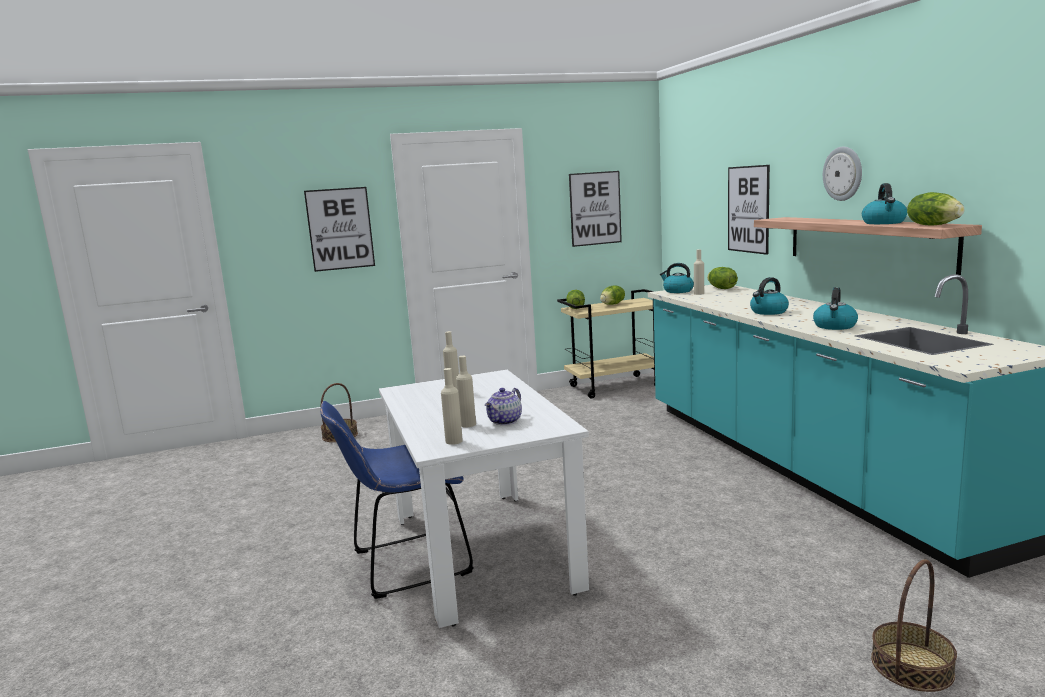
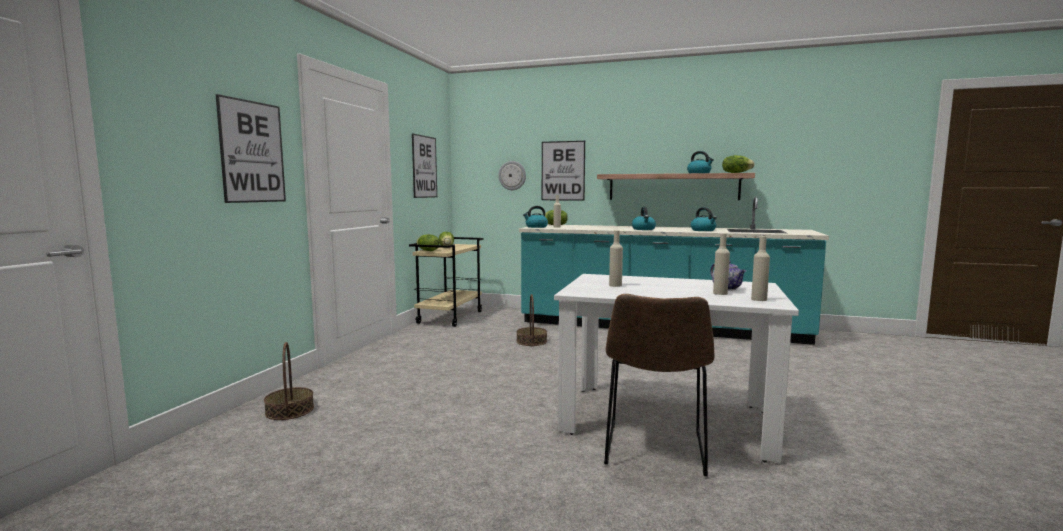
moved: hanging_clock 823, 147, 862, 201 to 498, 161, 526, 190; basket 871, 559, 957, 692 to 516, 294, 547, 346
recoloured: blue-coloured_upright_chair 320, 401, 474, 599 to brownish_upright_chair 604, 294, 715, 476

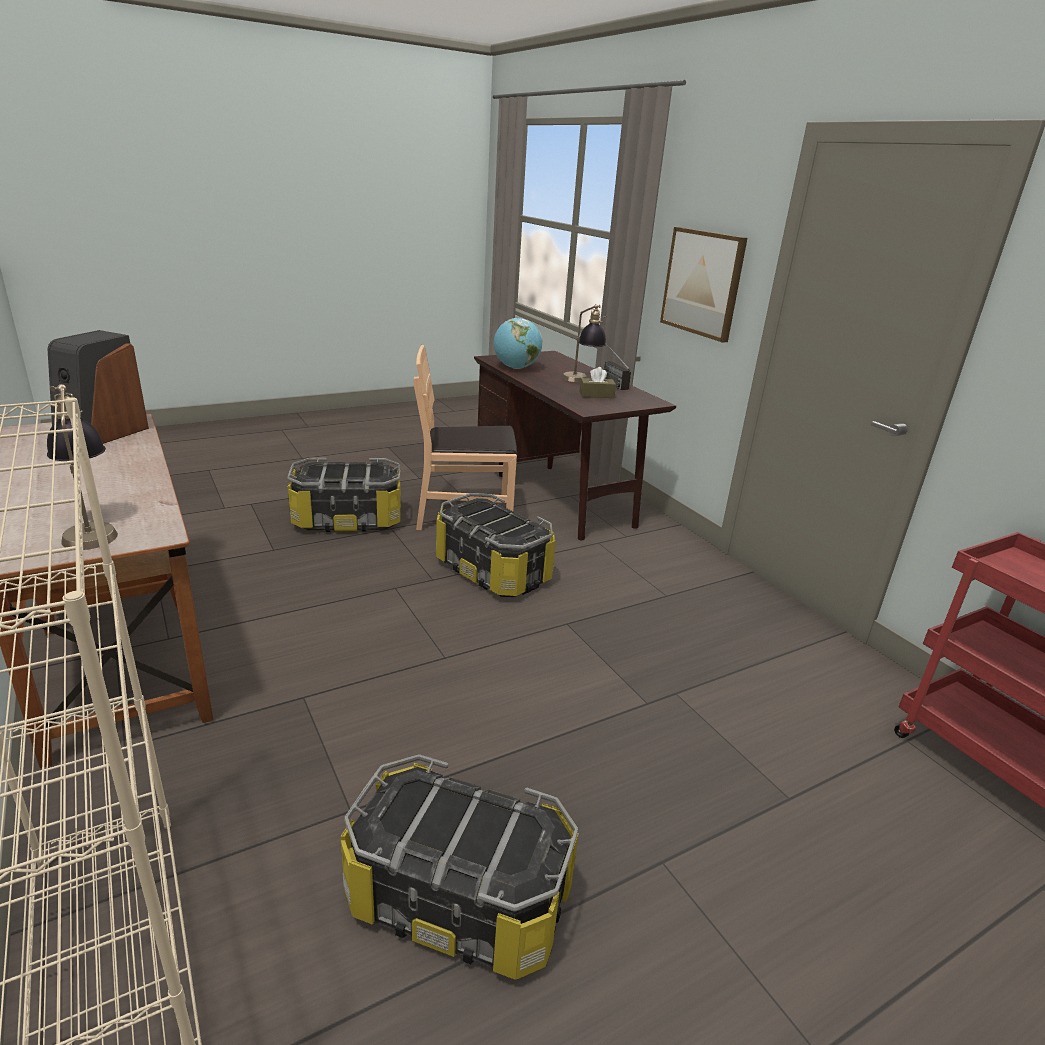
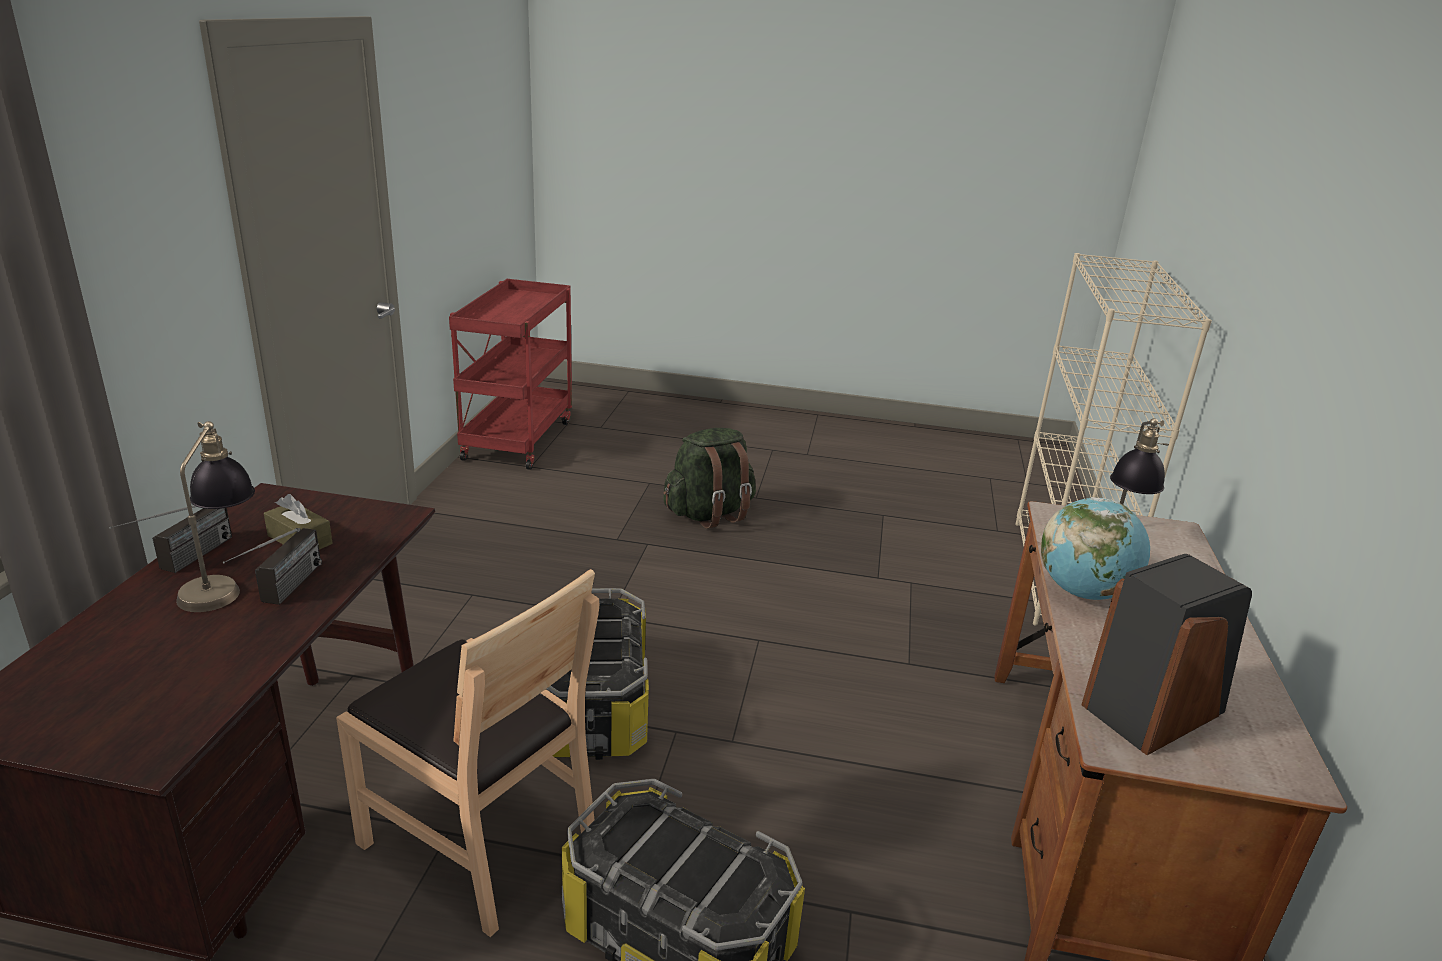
removed: wall_art 660, 227, 747, 343; storage_container 340, 755, 579, 980
added: green_rucksack 663, 428, 756, 529; radio_set 223, 528, 322, 605
moved: desk_globe 494, 318, 542, 369 to 1041, 497, 1150, 600

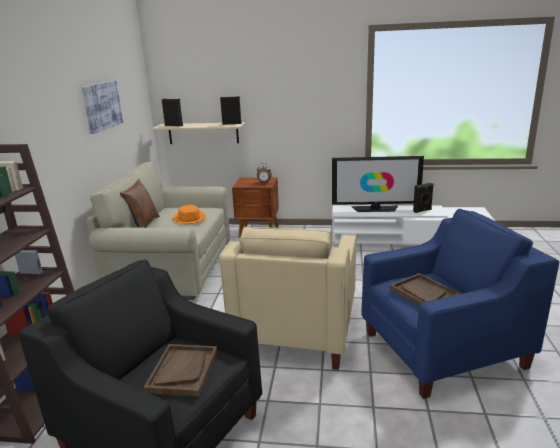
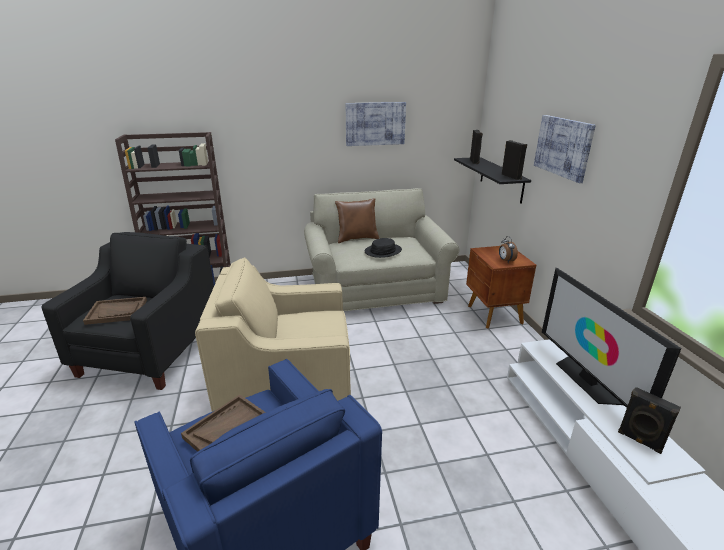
added: wall_art 534, 115, 596, 183
recoloured: beige_shelf 151, 122, 245, 144 to blackish_shelf 454, 157, 531, 204; orange_wearable_hat 173, 205, 206, 224 to blackish_wearable_hat 365, 238, 402, 258

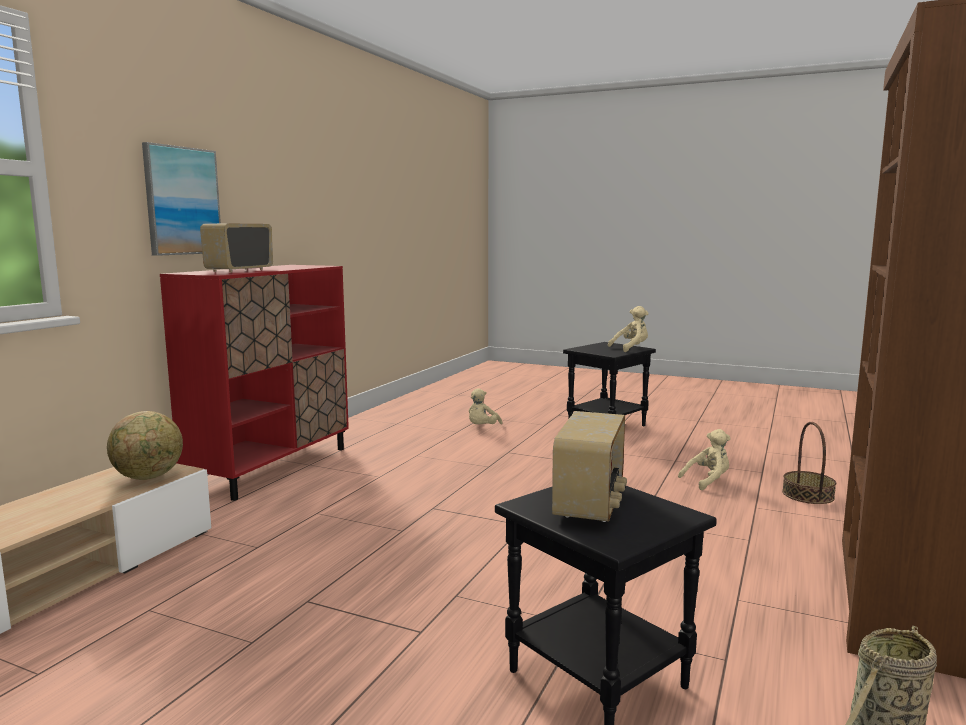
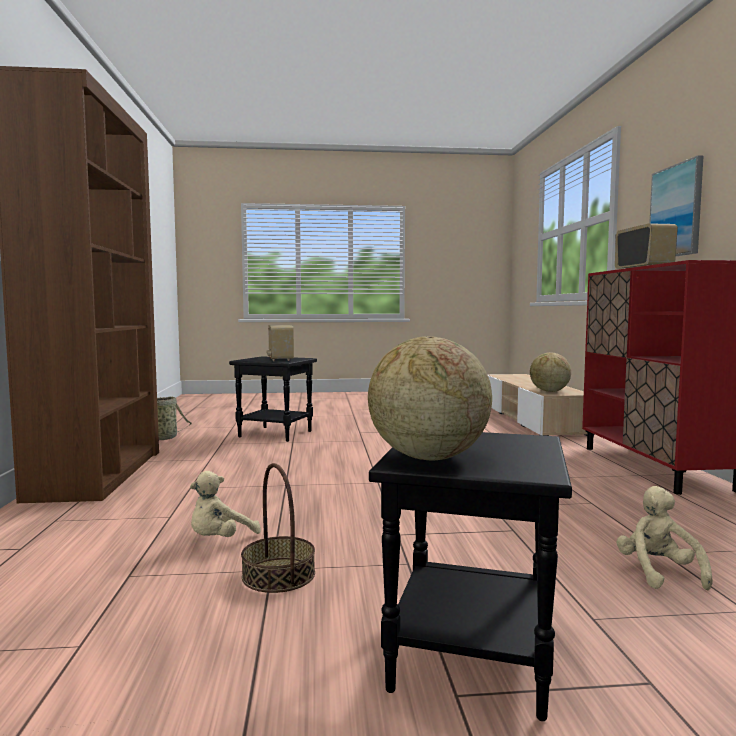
moved: basket 782, 422, 836, 504 to 241, 463, 315, 593
replaced: beige_soft_toy 608, 306, 649, 352 to desk_globe 368, 336, 492, 460

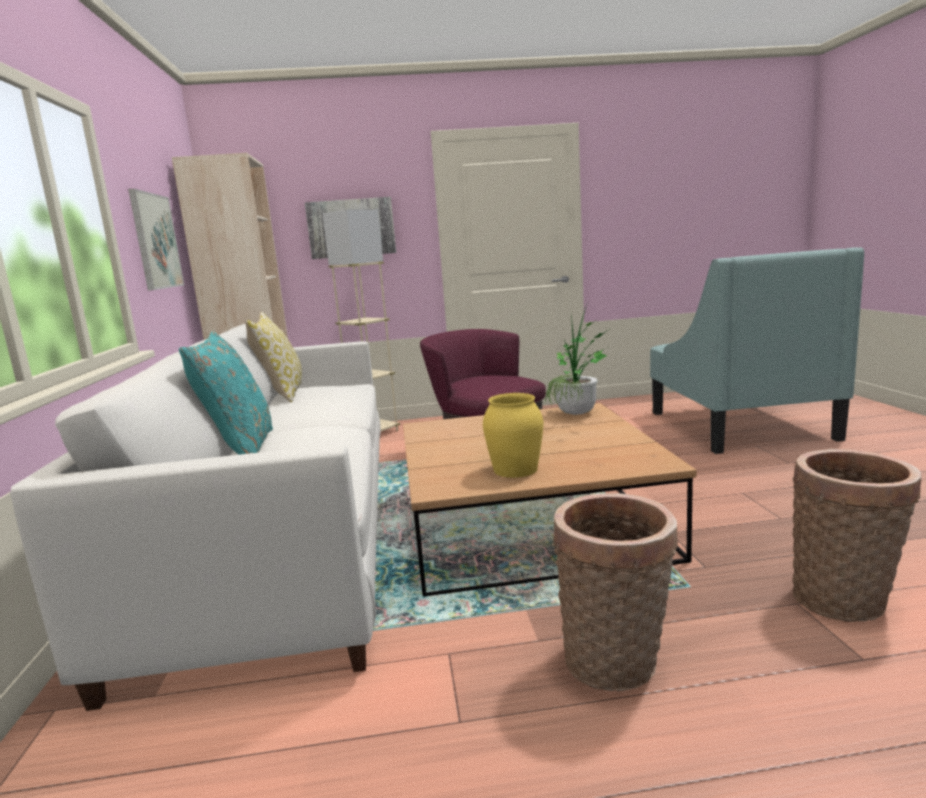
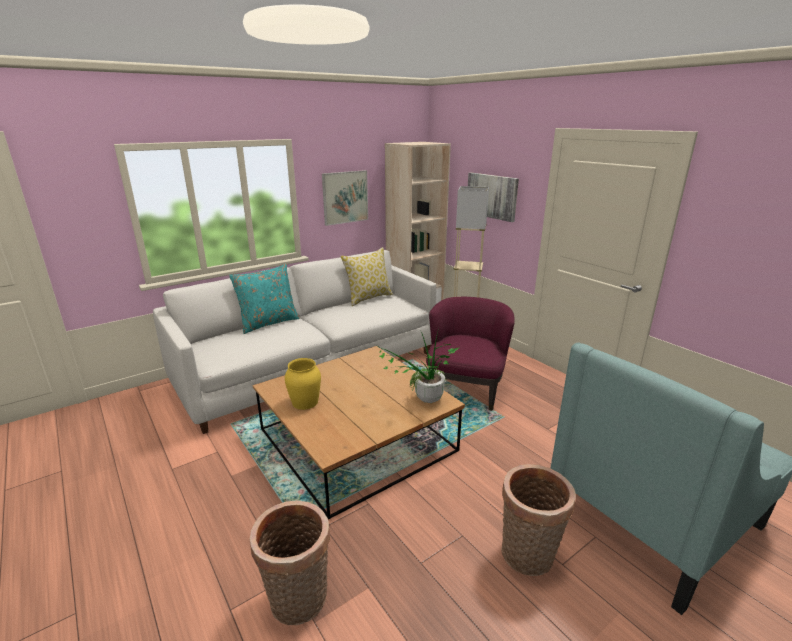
moved: basket 553, 494, 678, 691 to 501, 464, 576, 576

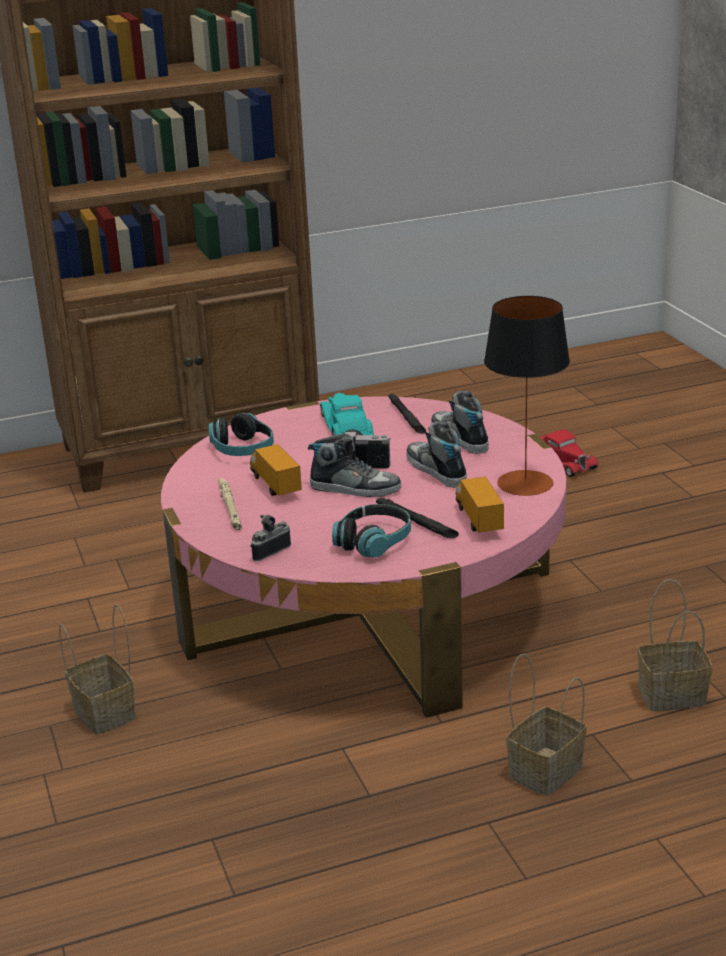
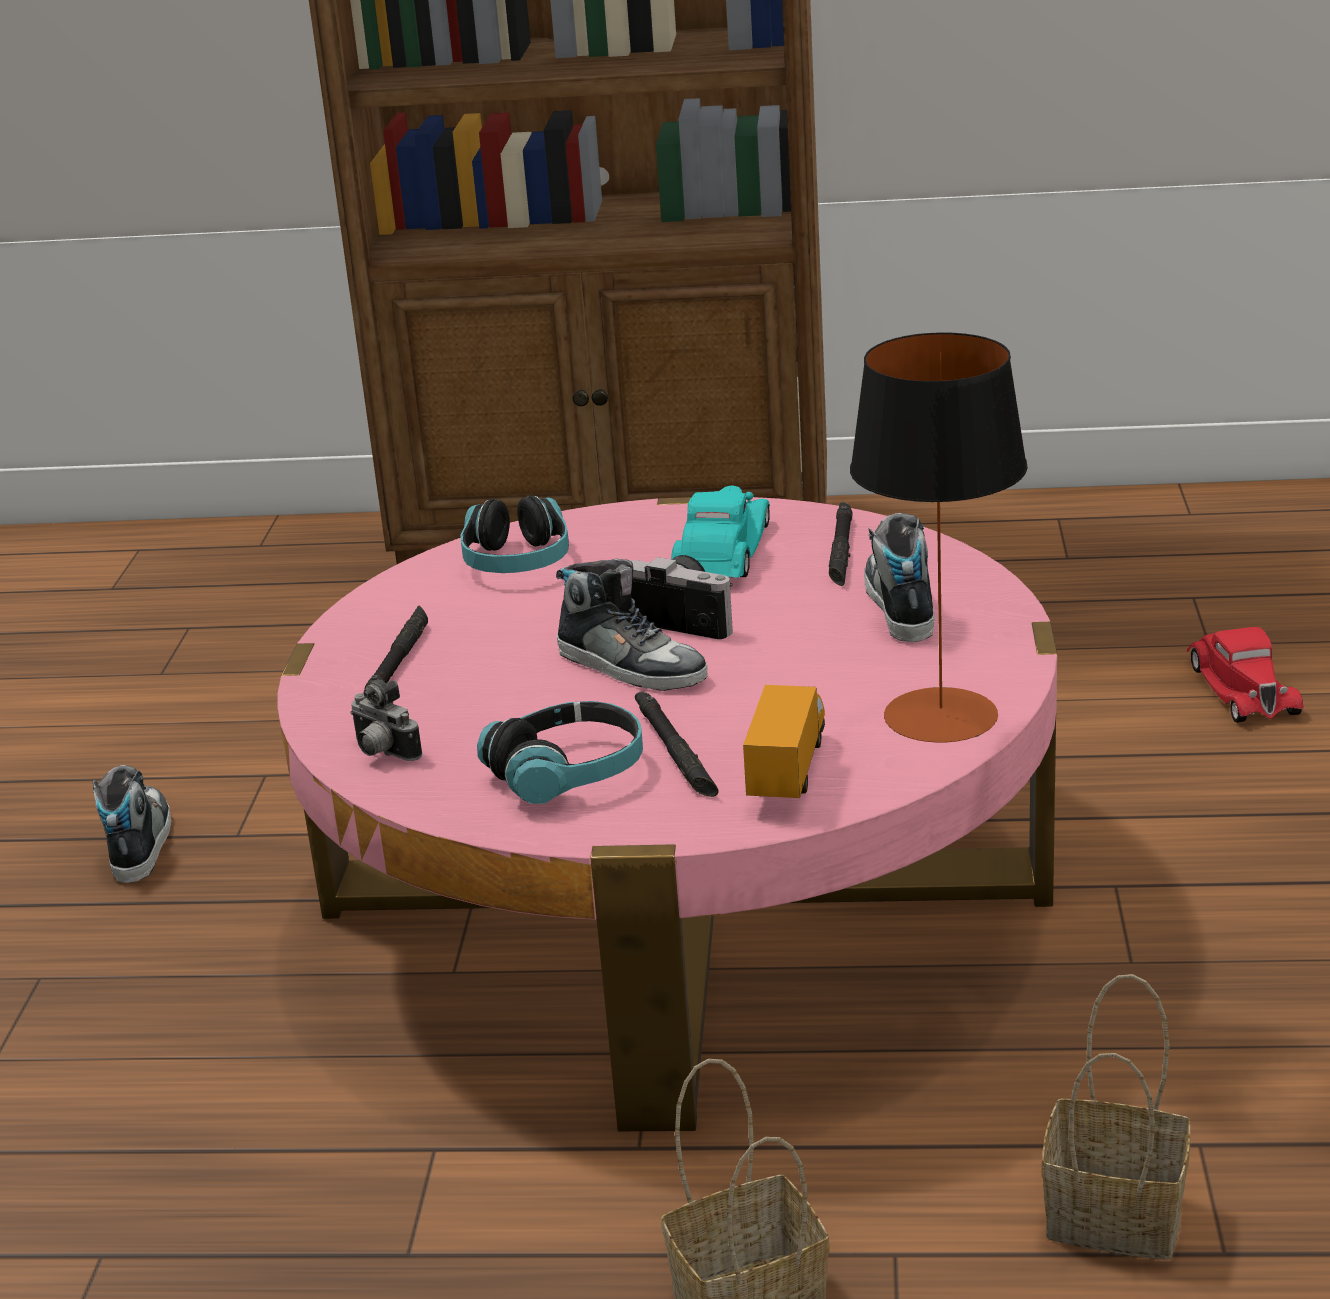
removed: toy_truck 250, 444, 302, 496; basket 59, 604, 136, 735
moved: item_of_footwear 406, 421, 467, 488 to 92, 765, 172, 883
recoloured: beige_flashlight 218, 478, 242, 530 to blackish_flashlight 365, 606, 428, 698
turned: still_camera 250, 515, 291, 561 = 350, 679, 422, 761 120 degrees counterclockwise

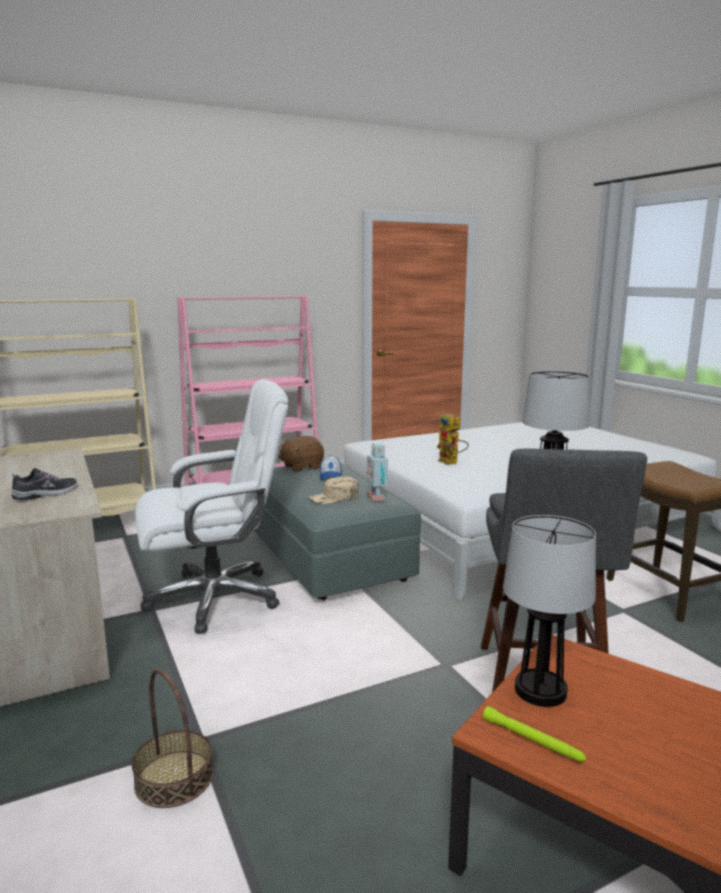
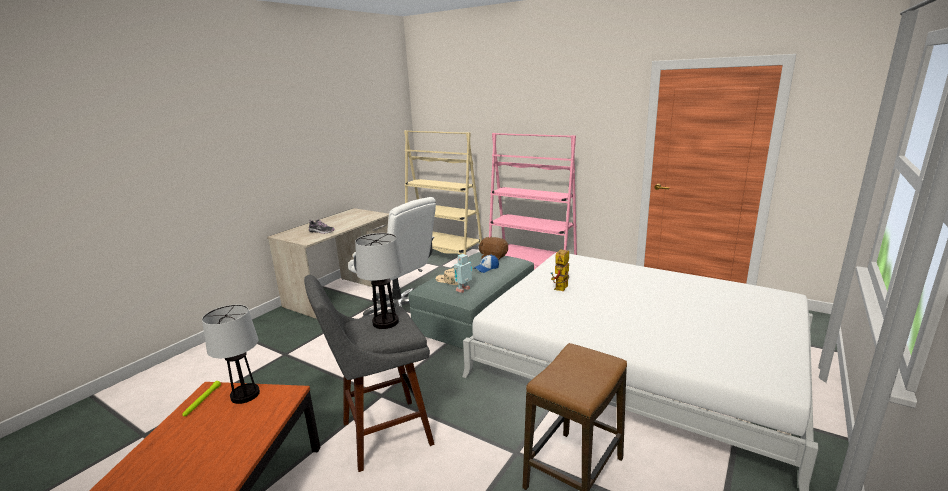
removed: basket 132, 669, 213, 808

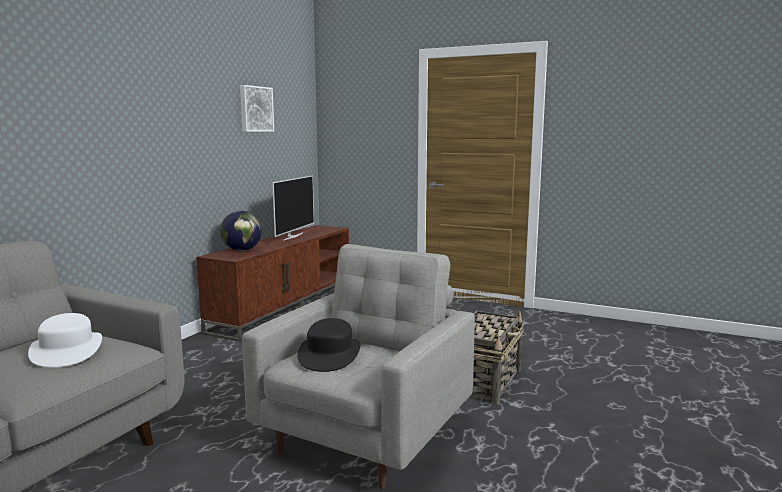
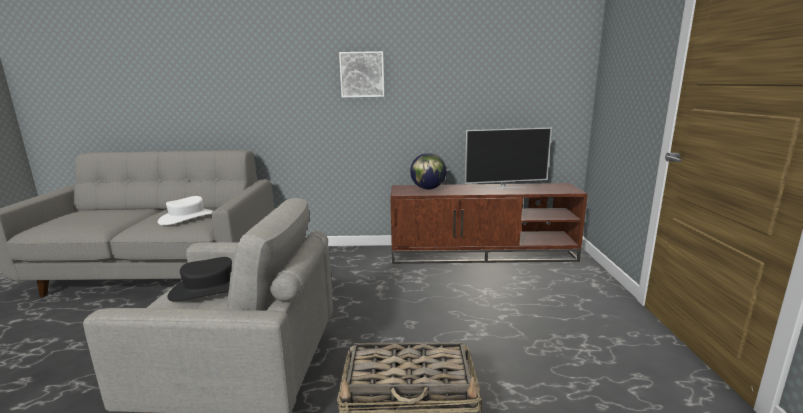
moved: wall_art 240, 85, 274, 132 to 339, 51, 384, 98

